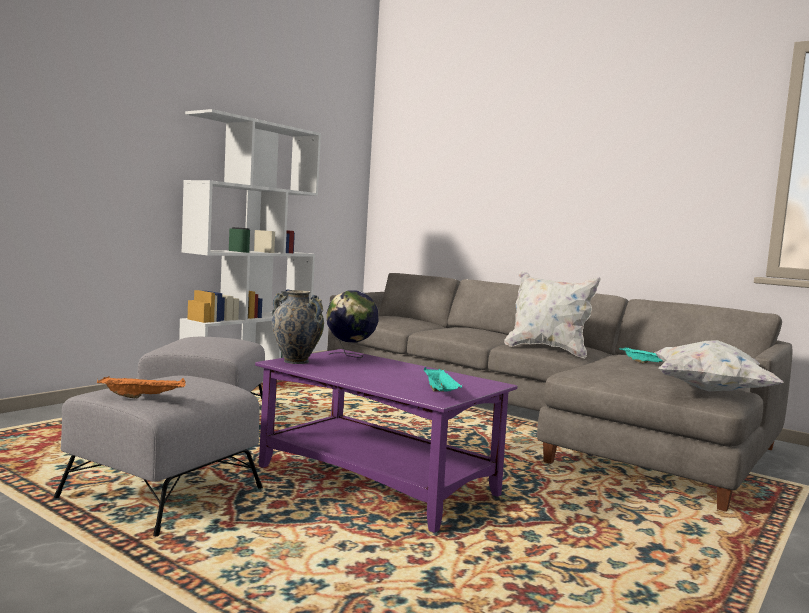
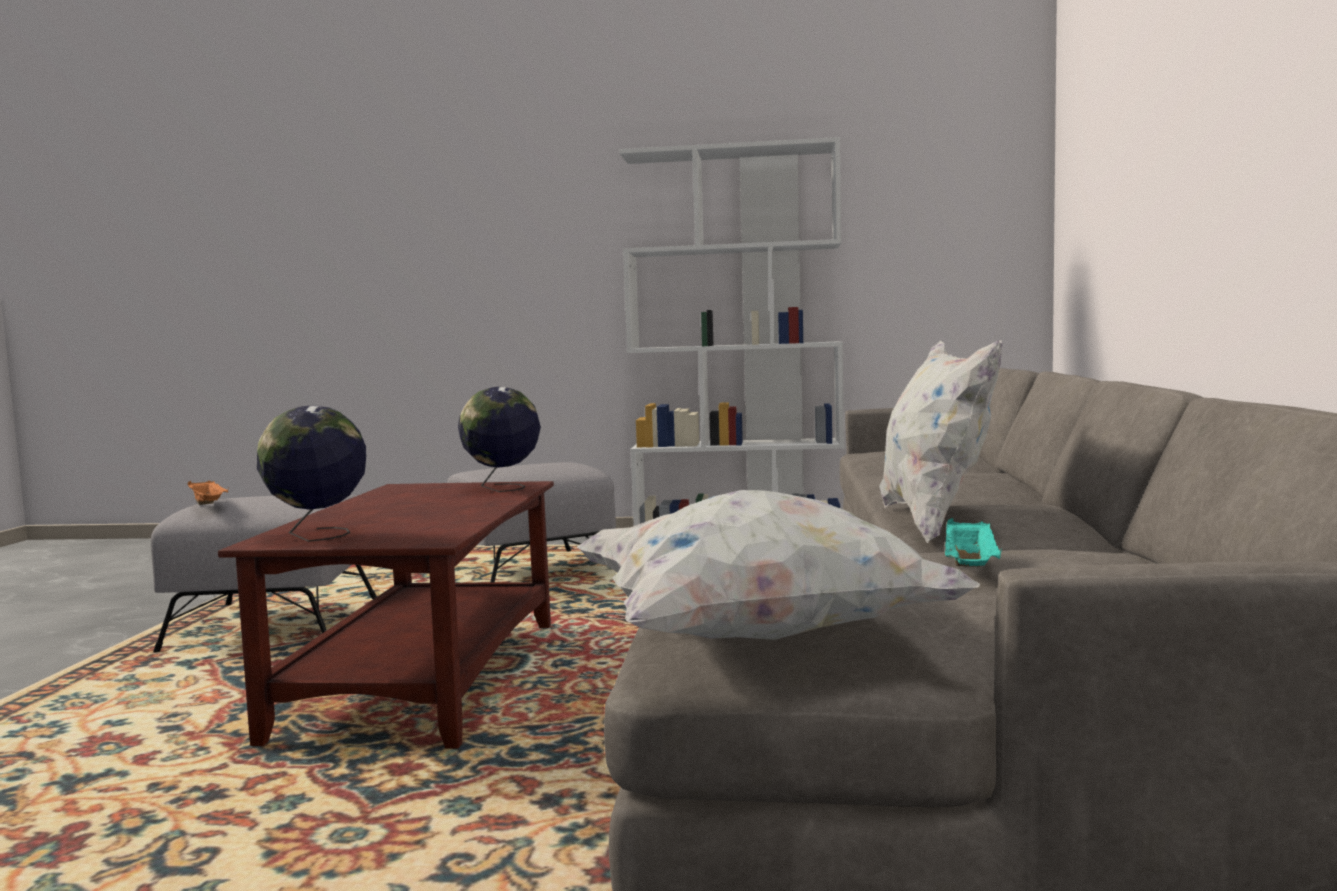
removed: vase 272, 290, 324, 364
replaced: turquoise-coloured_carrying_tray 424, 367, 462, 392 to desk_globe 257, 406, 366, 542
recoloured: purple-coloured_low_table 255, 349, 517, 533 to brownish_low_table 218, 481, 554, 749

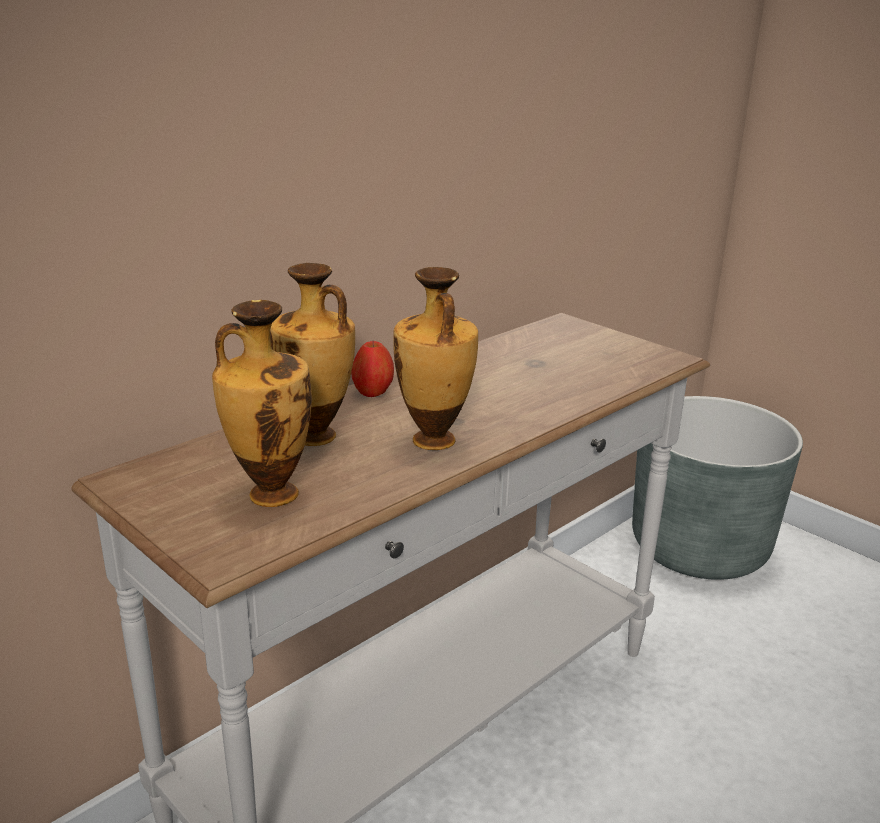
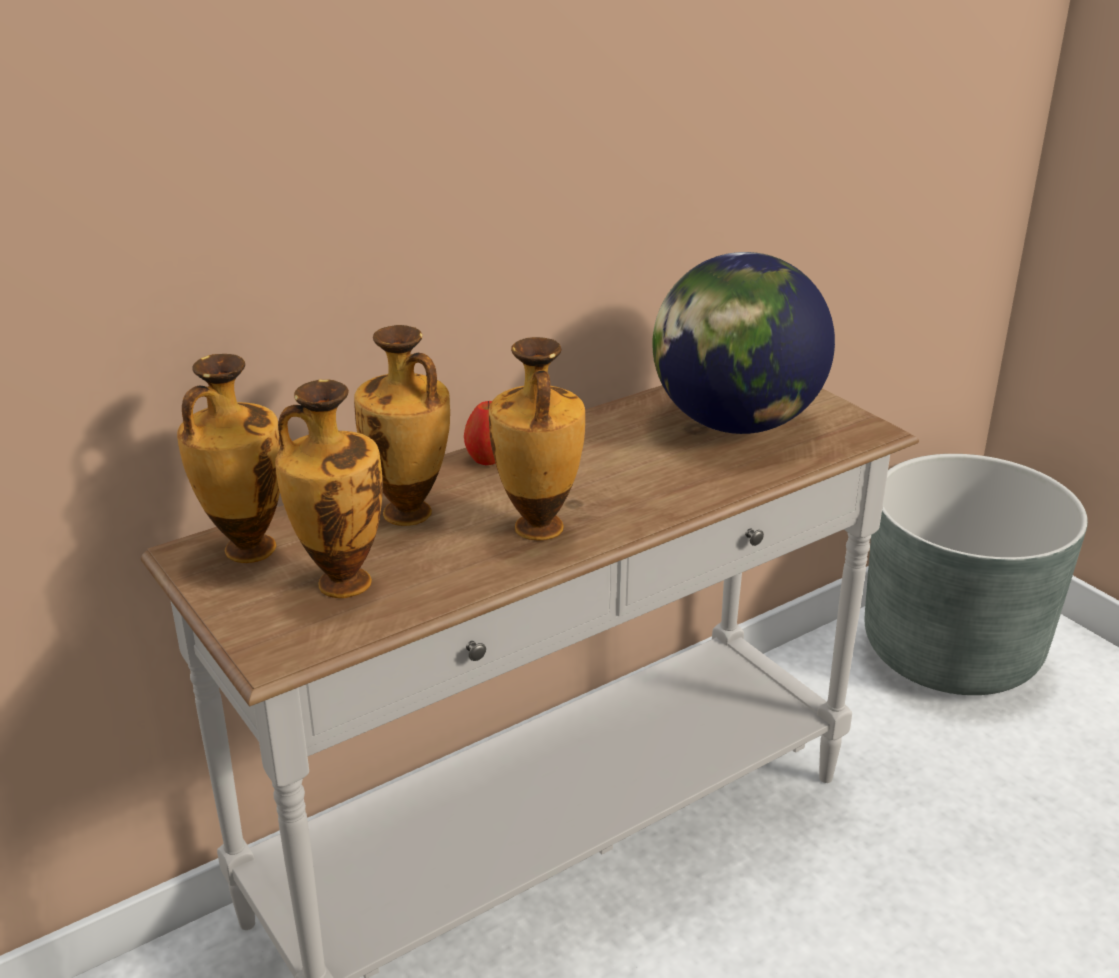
added: desk_globe 652, 252, 835, 434; vase 177, 354, 281, 563

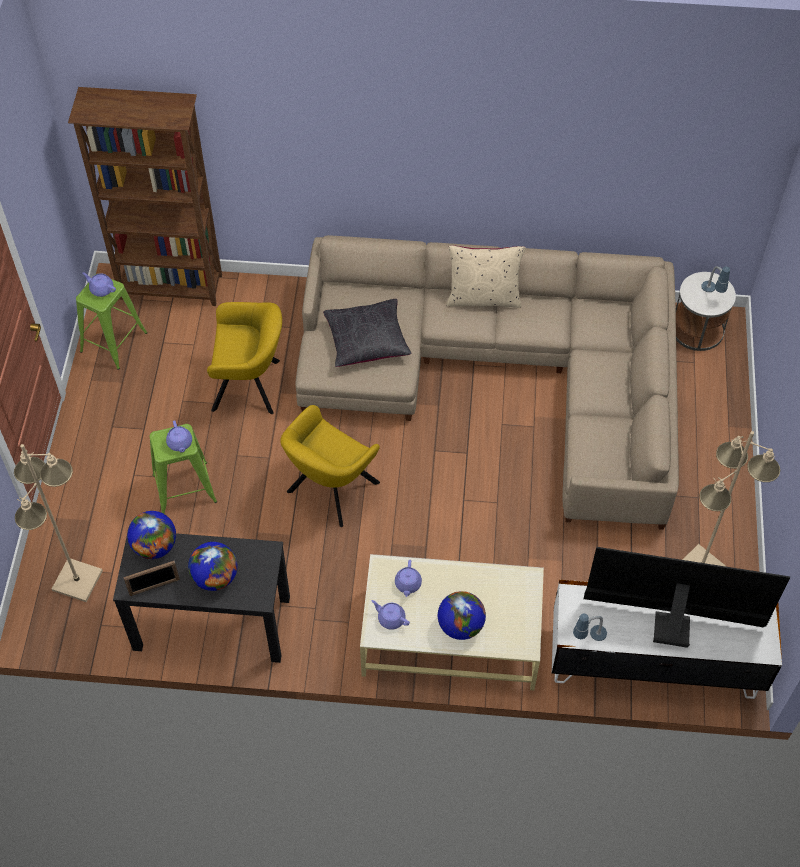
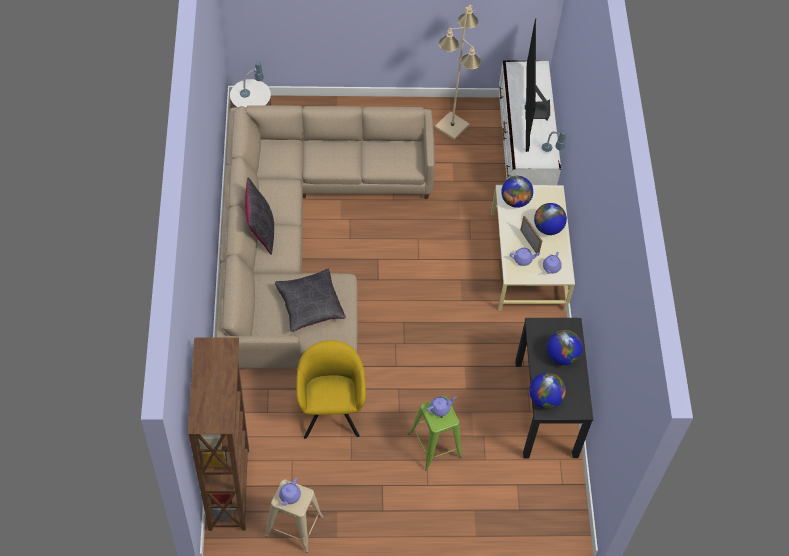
removed: yellow-coloured_easy_chair 280, 405, 380, 527; beige_floor_lamp 14, 444, 103, 602
added: desk_globe 501, 176, 533, 208
moved: standing_frame 123, 561, 180, 596 to 520, 216, 542, 256
recoloured: beige_pillow 446, 245, 526, 308 to blackish_pillow 245, 178, 274, 255; green_sitting_stool 76, 273, 148, 370 to beige_sitting_stool 265, 479, 324, 553

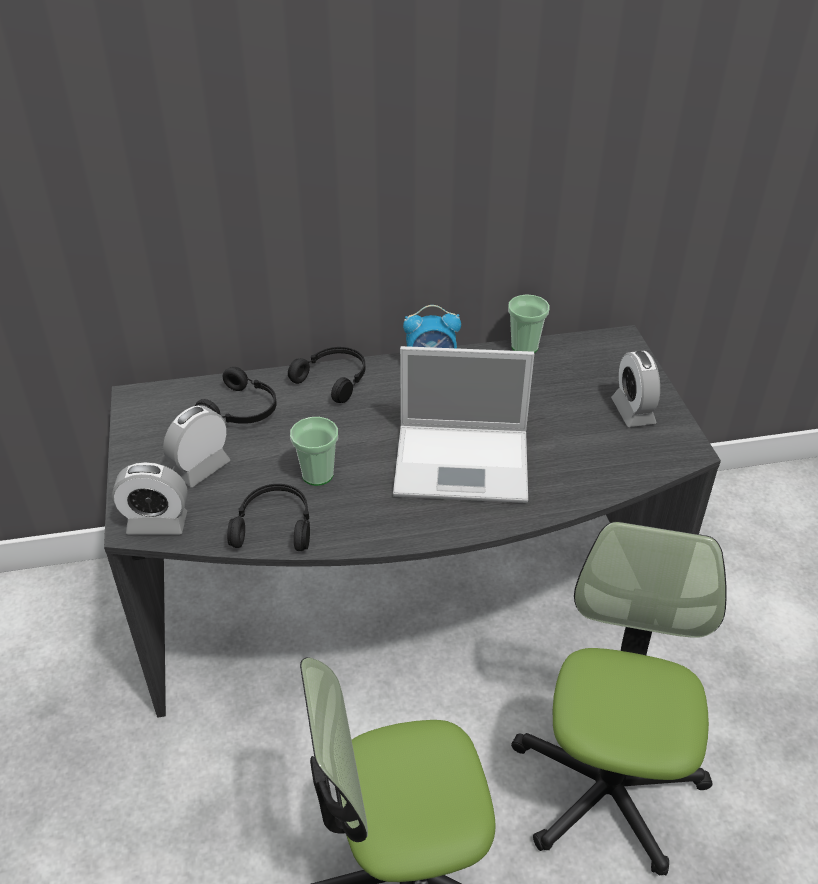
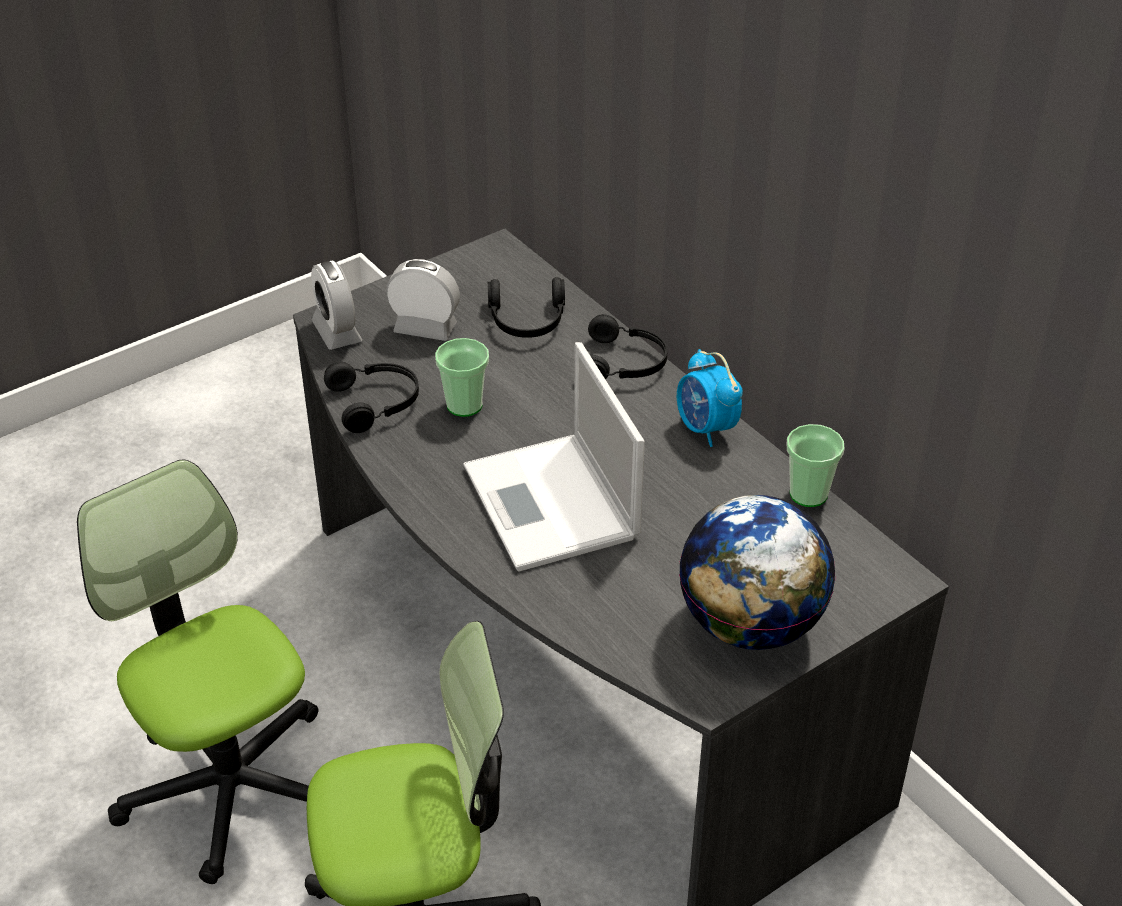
replaced: table_clock 611, 351, 660, 427 to desk_globe 679, 495, 835, 650

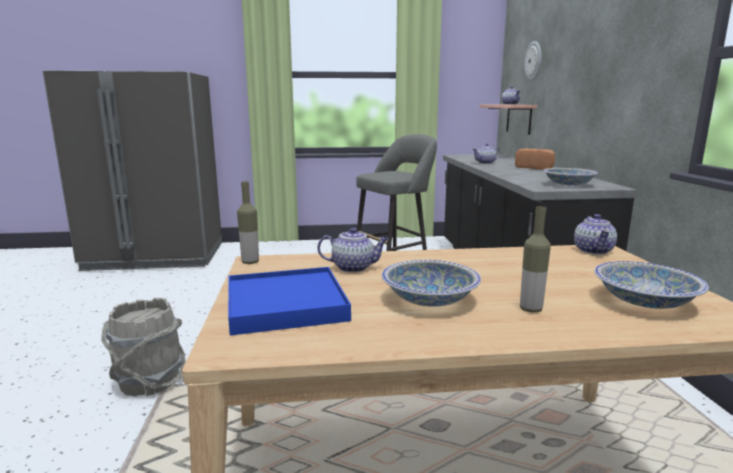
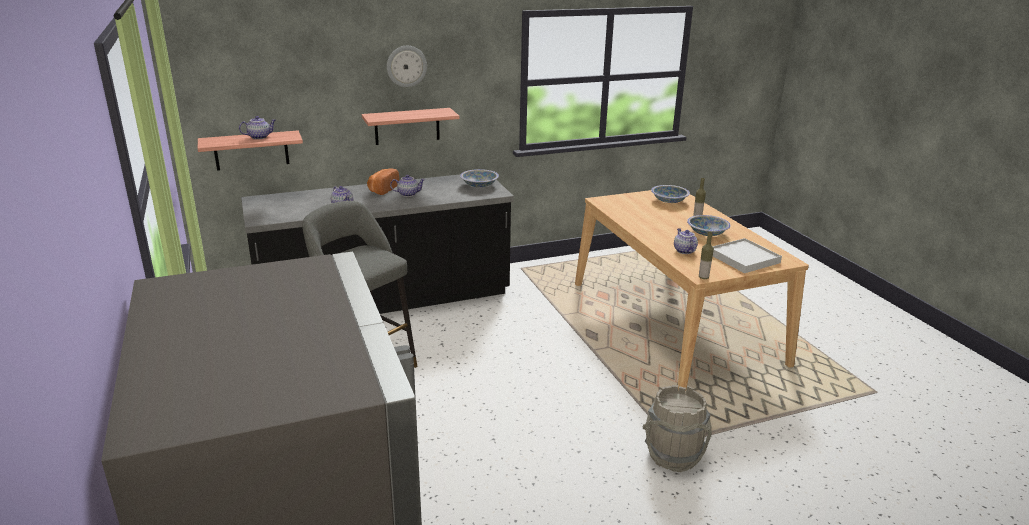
added: shelf 362, 108, 459, 145
moved: hanging_clock 524, 41, 541, 81 to 387, 46, 427, 87; tea_pot 574, 214, 617, 255 to 390, 175, 425, 197
recoloured: blue-coloured_carrying_tray 228, 267, 351, 335 to whitish_carrying_tray 712, 238, 782, 273

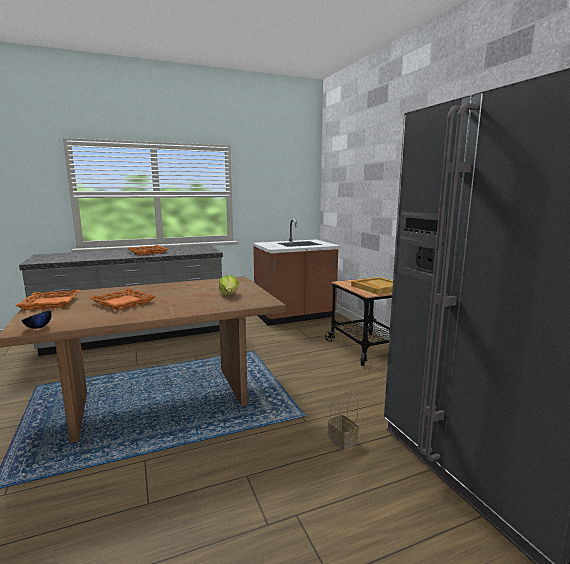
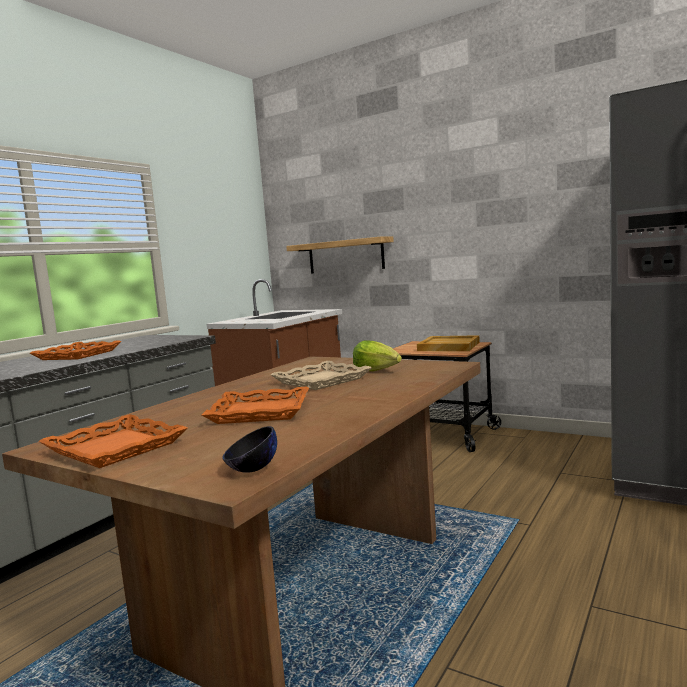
removed: basket 328, 393, 359, 450
added: shelf 286, 236, 394, 274; beige_carrying_tray 270, 361, 372, 390

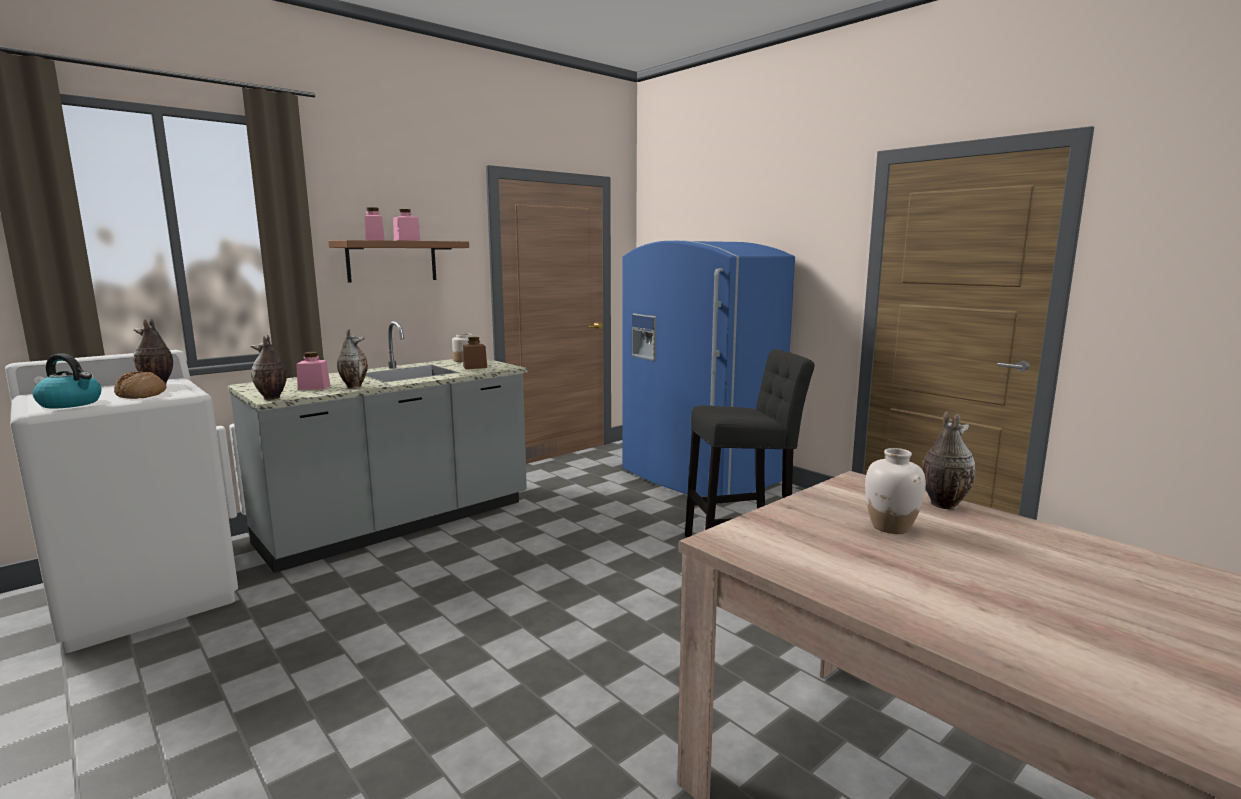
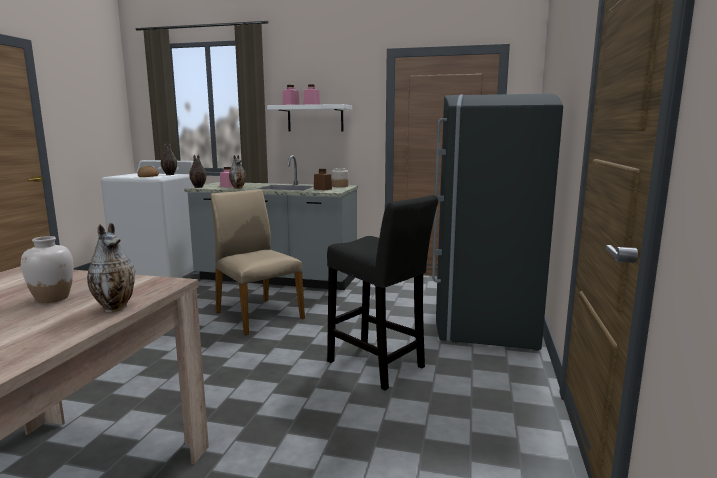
removed: tea_kettle 33, 353, 102, 409
added: beige_upright_chair 210, 189, 305, 336
recoloured: brownish_shelf 328, 240, 469, 283 to whitish_shelf 267, 104, 352, 132; blue-coloured_refrigerator 622, 240, 795, 504 to gray_refrigerator 432, 94, 563, 351

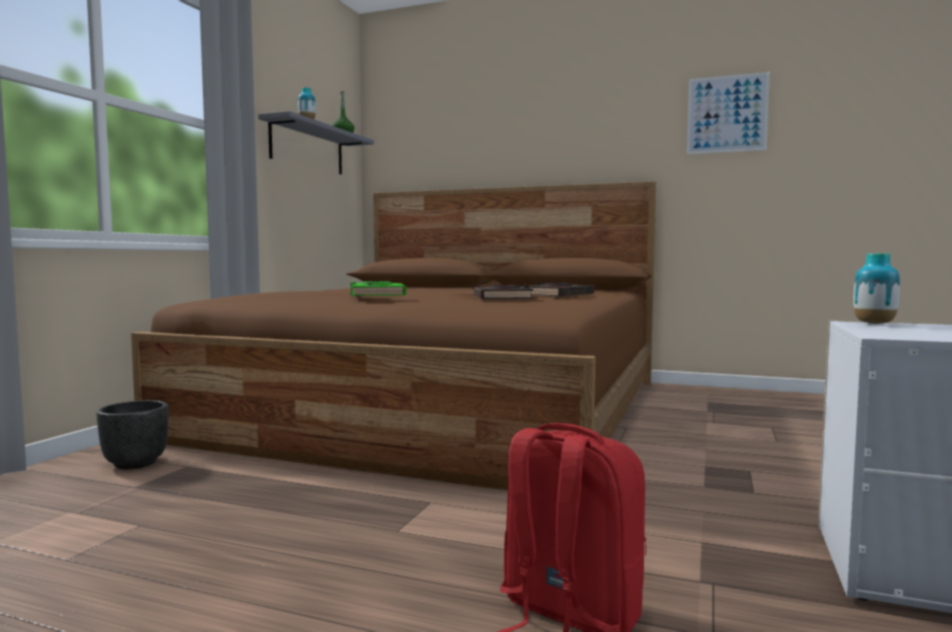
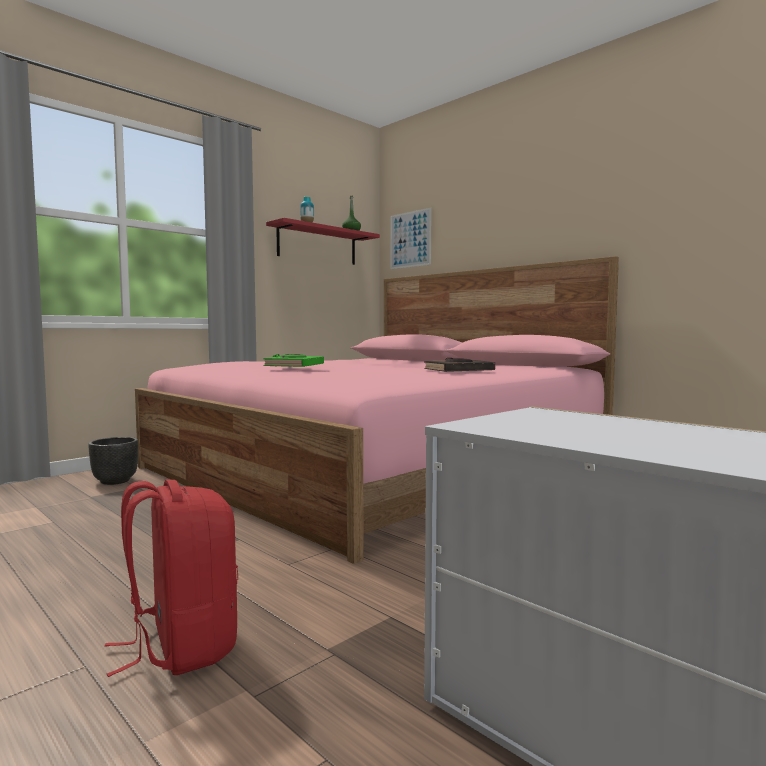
removed: vase 853, 253, 900, 324; blackish_bound_book 474, 284, 533, 299
moved: wall_art 687, 72, 770, 154 to 390, 207, 431, 269
recoloured: gray_shelf 258, 111, 374, 174 to red_shelf 266, 218, 380, 265; brownish_sleeping_bed 131, 182, 656, 490 to pink_sleeping_bed 135, 256, 619, 564

